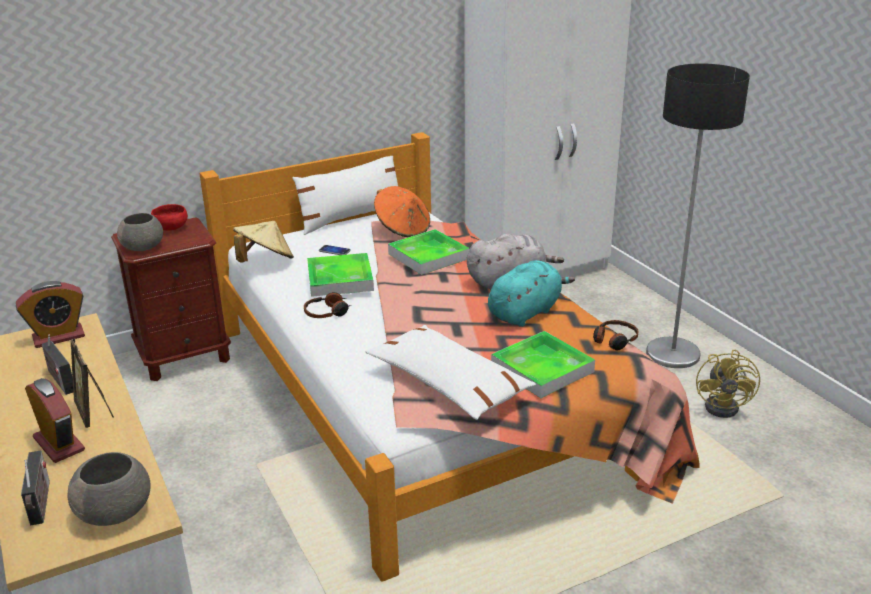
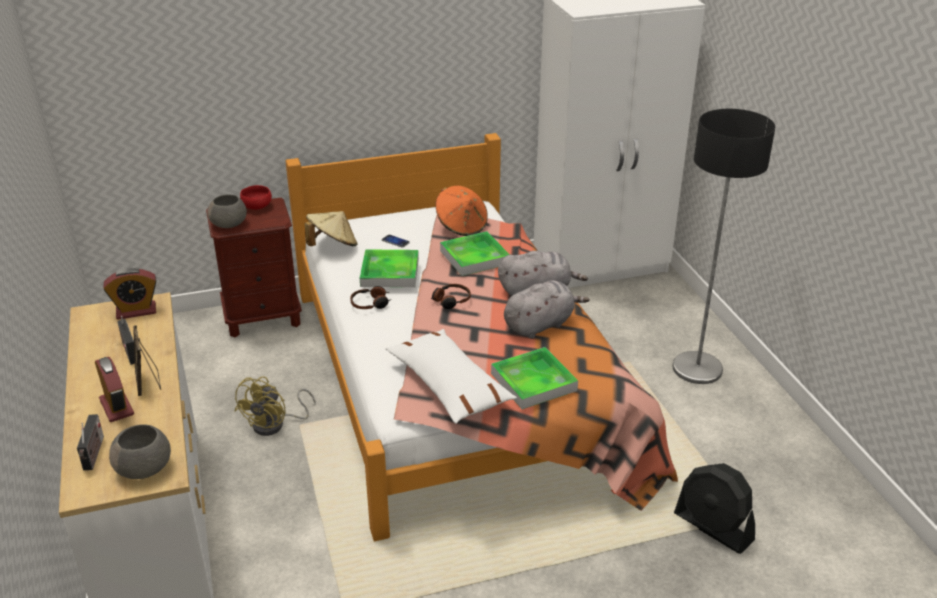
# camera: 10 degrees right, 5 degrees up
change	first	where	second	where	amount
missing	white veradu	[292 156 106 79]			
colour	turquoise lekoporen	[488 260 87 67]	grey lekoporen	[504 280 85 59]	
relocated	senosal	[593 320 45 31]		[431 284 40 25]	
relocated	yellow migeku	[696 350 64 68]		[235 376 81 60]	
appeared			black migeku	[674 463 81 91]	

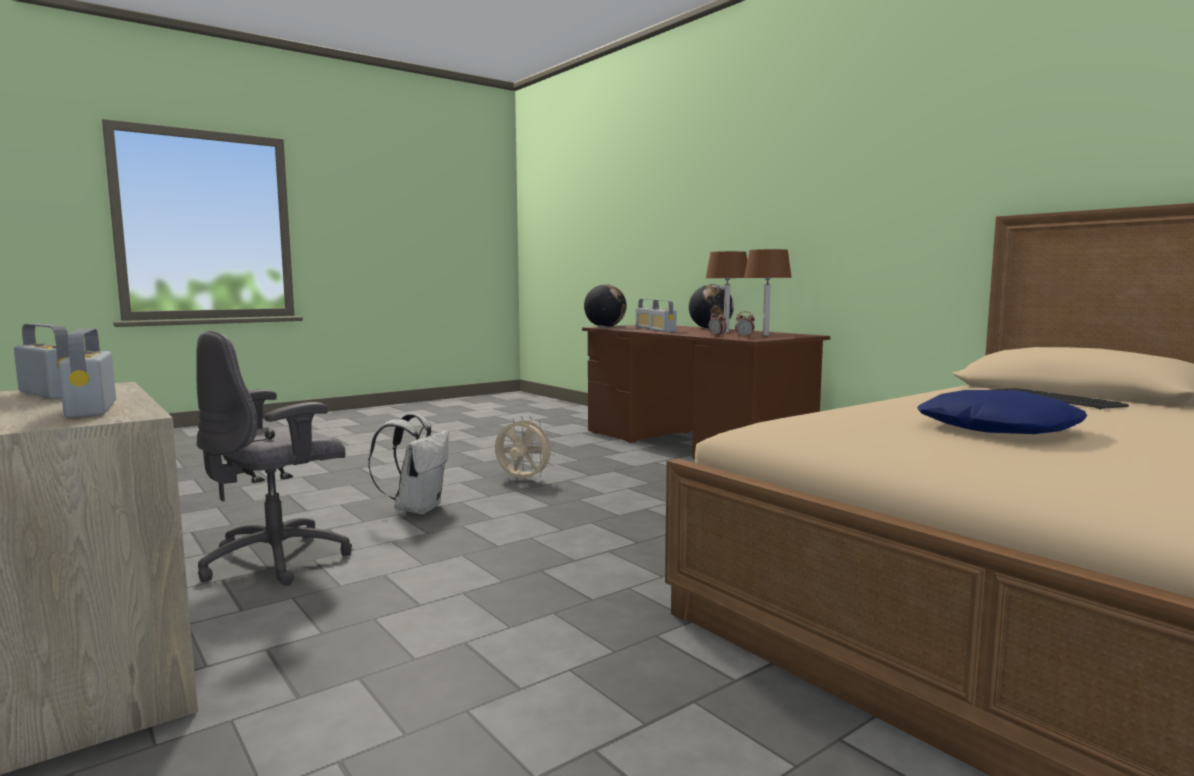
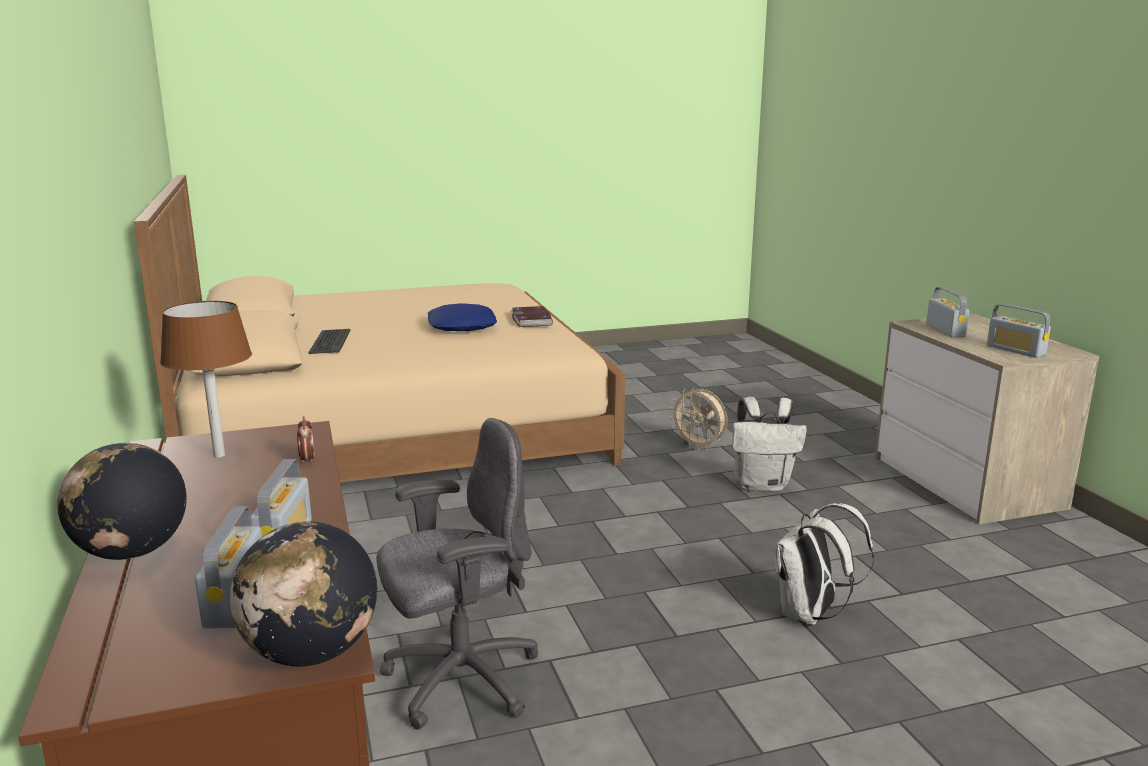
# camera: 160 degrees left, 10 degrees up
change	first	where	second	where	amount
missing	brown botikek	[706 251 41 82]			
missing	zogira	[735 311 20 27]			
relocated	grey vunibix	[196 331 156 255]		[376 418 162 312]	
relocated	beige migeku	[495 416 60 63]		[669 388 58 62]	
appeared			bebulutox	[511 306 42 21]	
appeared			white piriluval	[732 397 75 95]	

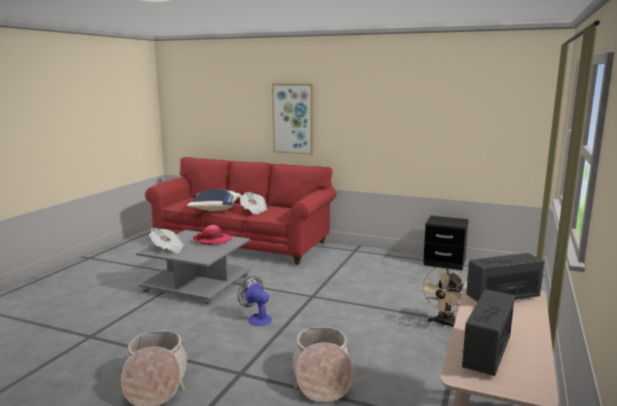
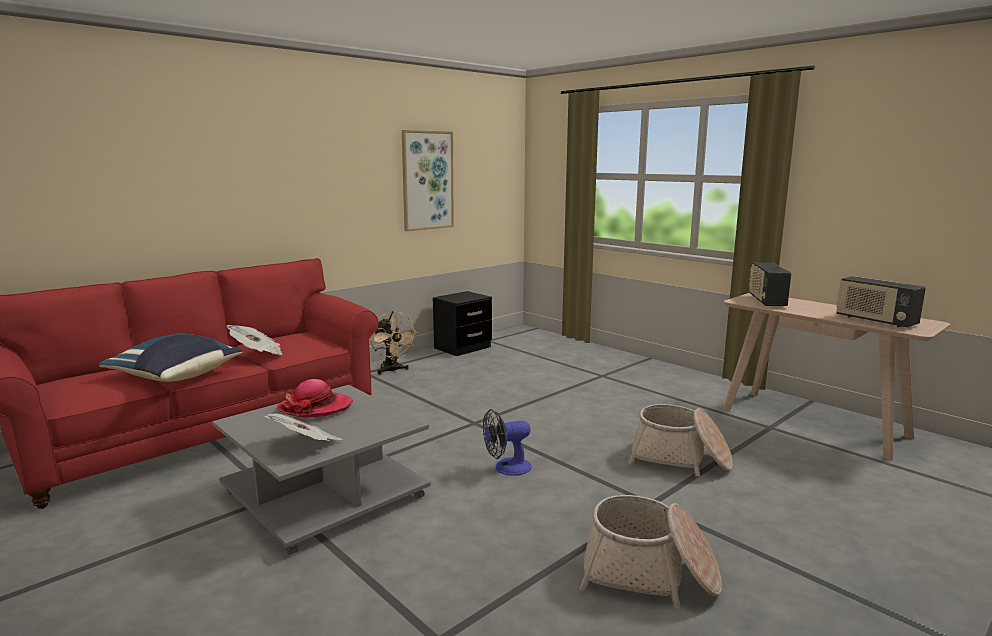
# camera: 65 degrees left, 0 degrees up
change	first	where	second	where	amount
relocated	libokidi	[272 83 41 72]		[402 130 52 101]	
relocated	beige migeku	[419 268 46 59]		[370 311 48 63]	

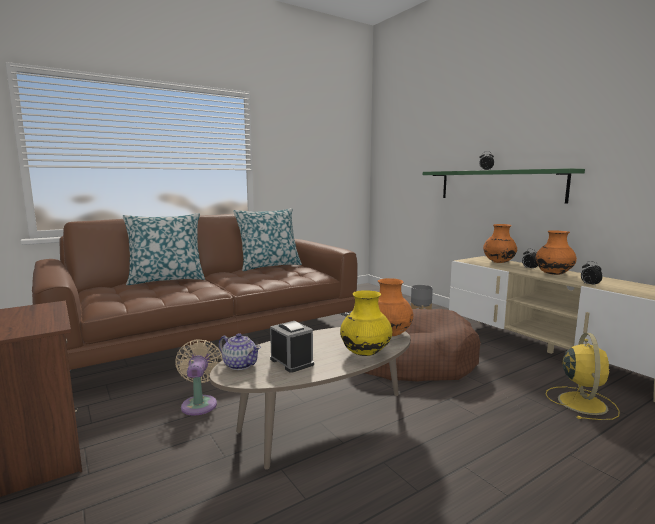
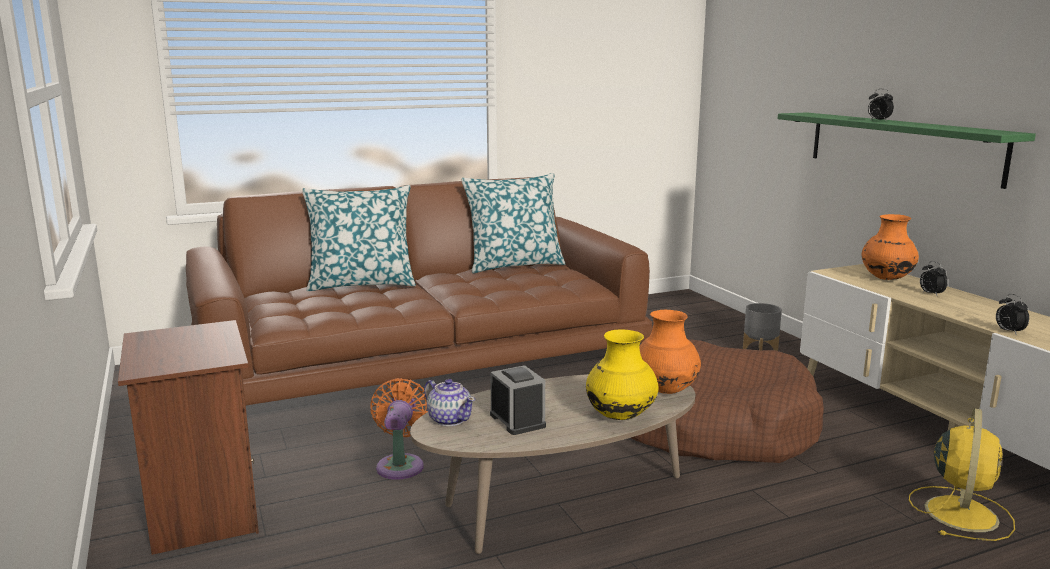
# camera: 10 degrees right, 5 degrees up
change	first	where	second	where	amount
missing	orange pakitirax	[536 230 41 45]			
colour	beige migeku	[176 339 47 76]	orange migeku	[371 378 57 102]	

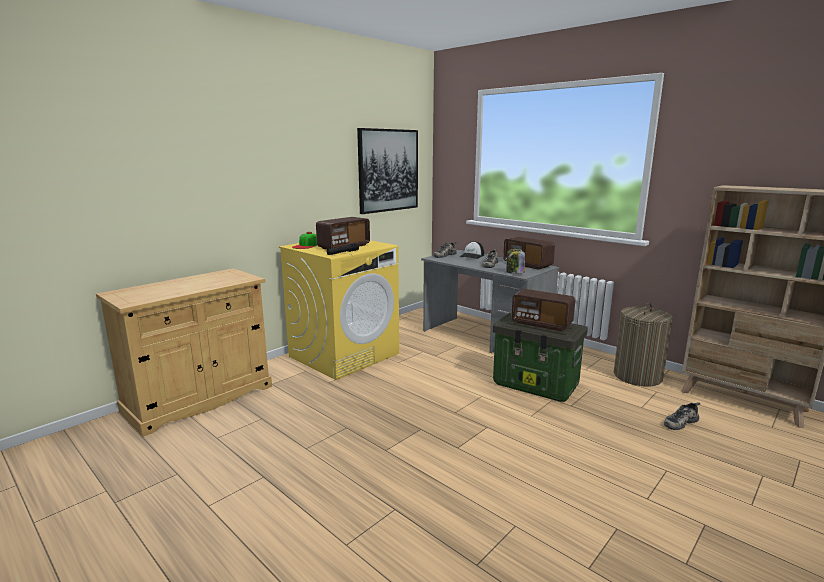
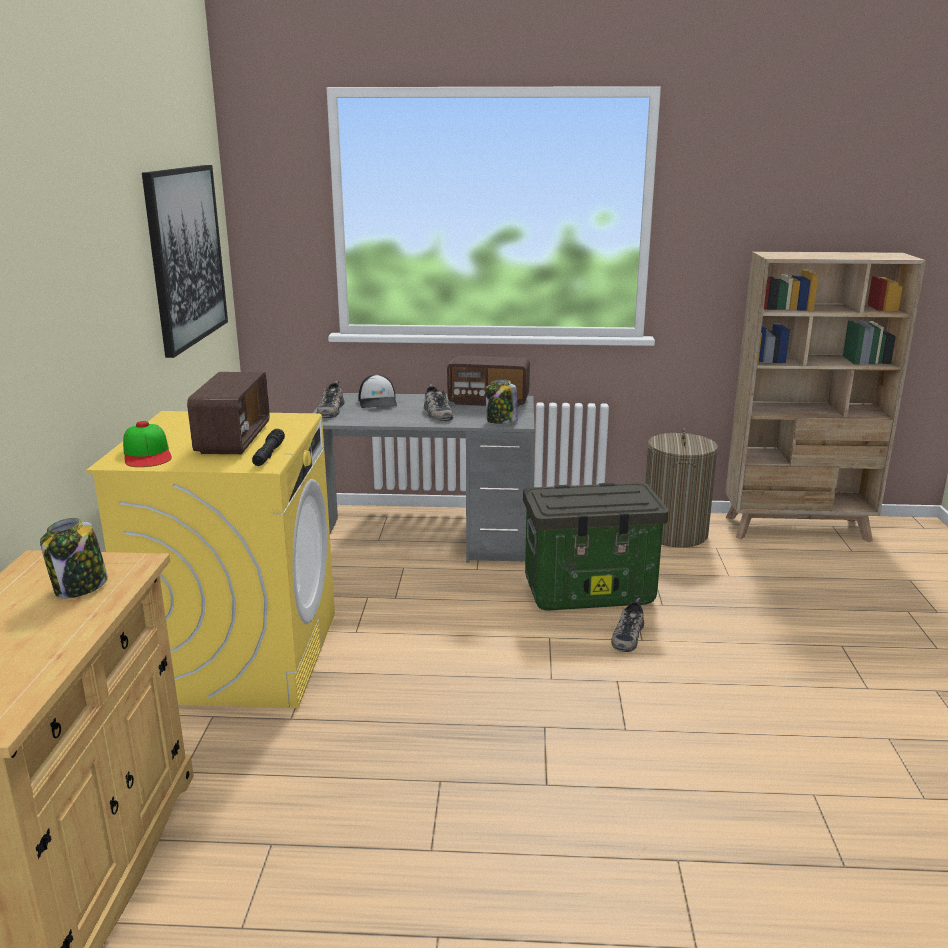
# camera: 40 degrees left, 5 degrees up
change	first	where	second	where	amount
missing	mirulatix	[511 289 64 42]			
relocated	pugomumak	[664 402 37 28]		[611 598 33 54]	
appeared			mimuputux	[40 518 68 80]	

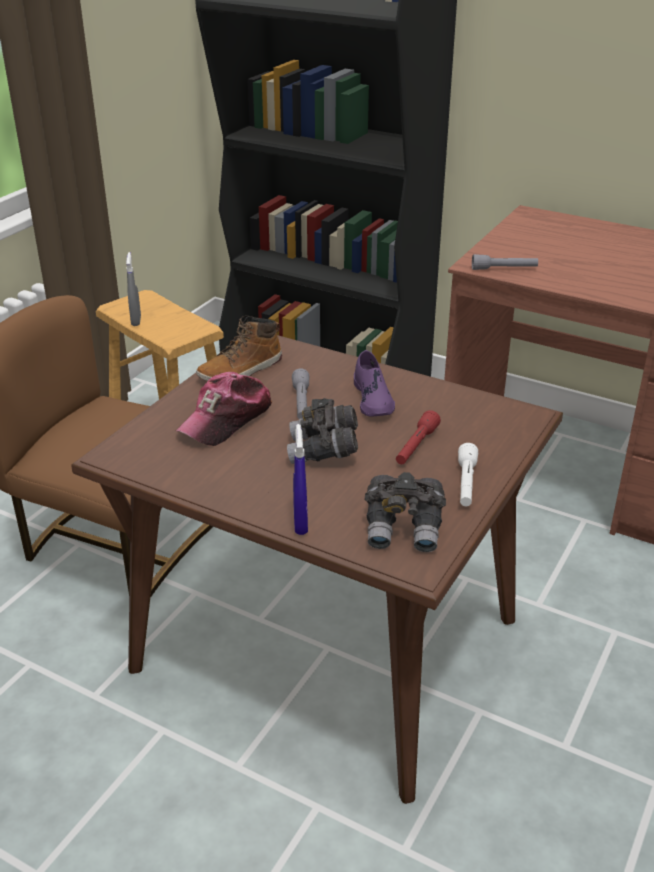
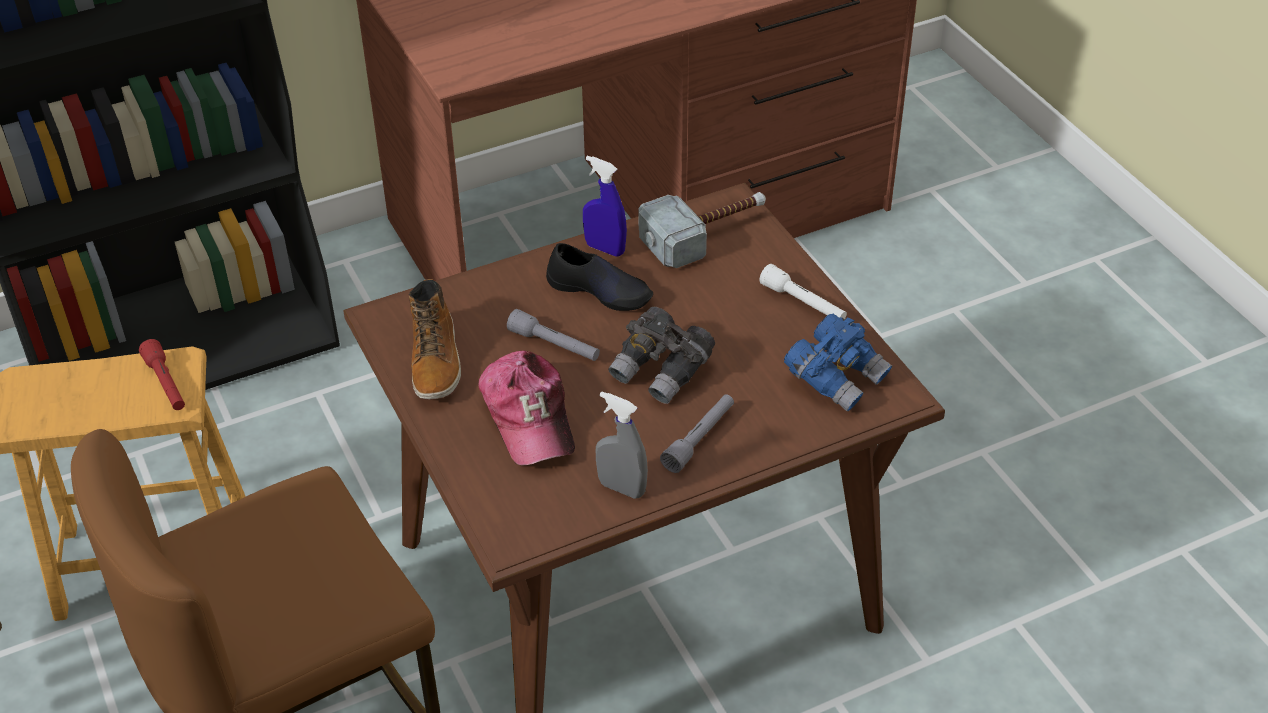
# camera: 55 degrees left, 10 degrees up
change	first	where	second	where	amount
relocated	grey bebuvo	[126 252 15 74]		[596 391 52 108]	
relocated	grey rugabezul	[472 254 66 16]		[660 394 74 79]	
colour	purple pugomumak	[354 350 41 67]	black pugomumak	[546 243 107 68]	
relocated	red rugabezul	[396 410 45 54]		[139 339 46 71]	
relocated	blue bebuvo	[293 424 15 111]		[583 155 44 101]	
colour	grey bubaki	[365 472 81 80]	blue bubaki	[784 313 108 99]	
appeared			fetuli	[638 192 128 76]	

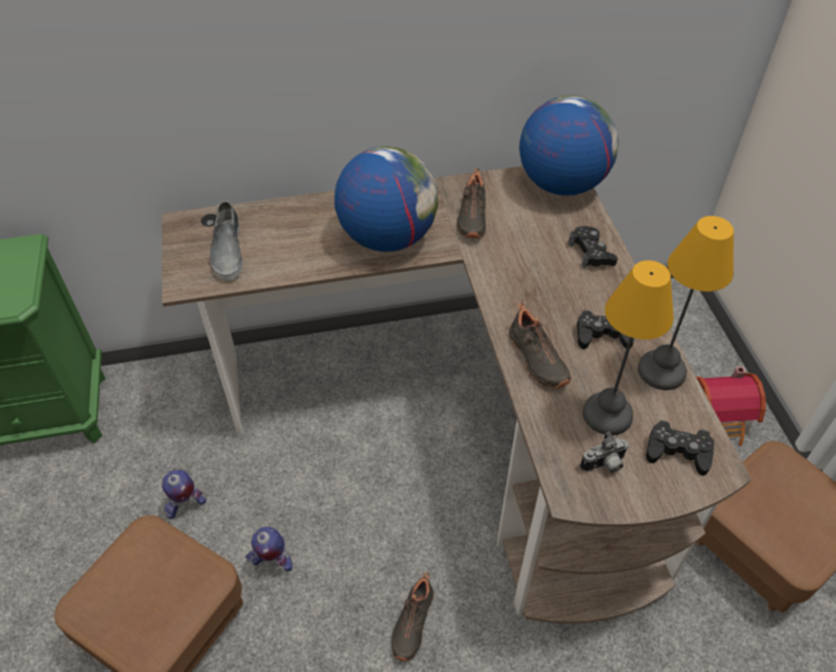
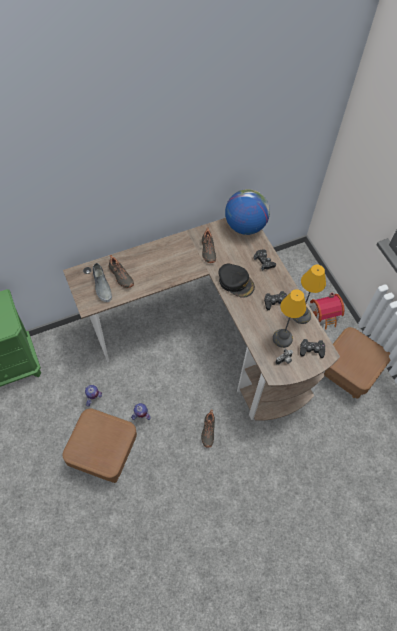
# camera: 15 degrees left, 10 degrees up
change	first	where	second	where	amount
missing	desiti	[334 146 104 106]			
relocated	black pugomumak	[509 303 61 85]		[108 255 26 33]	
appeared			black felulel	[219 264 36 34]	

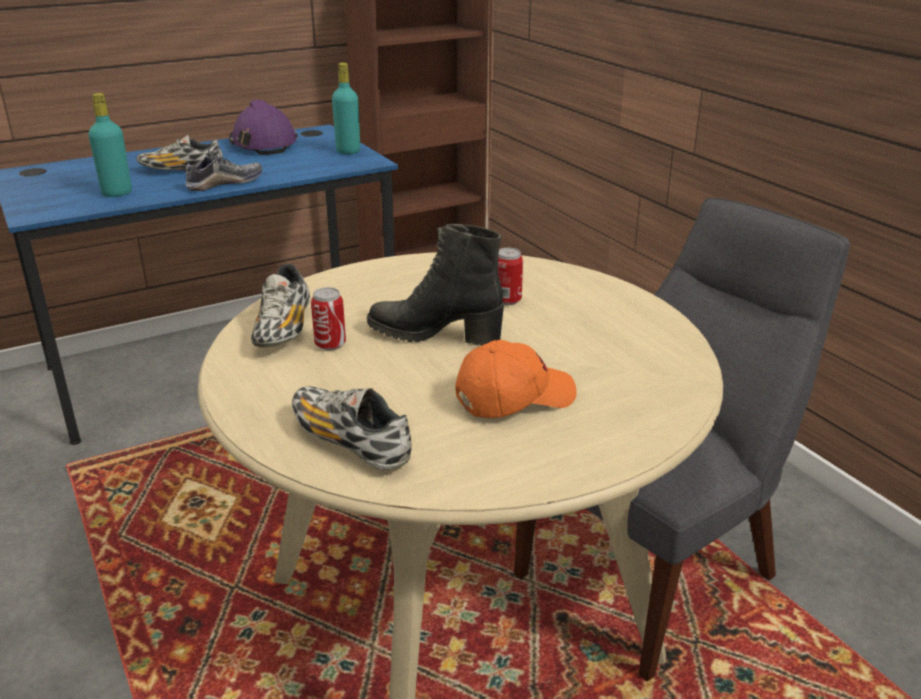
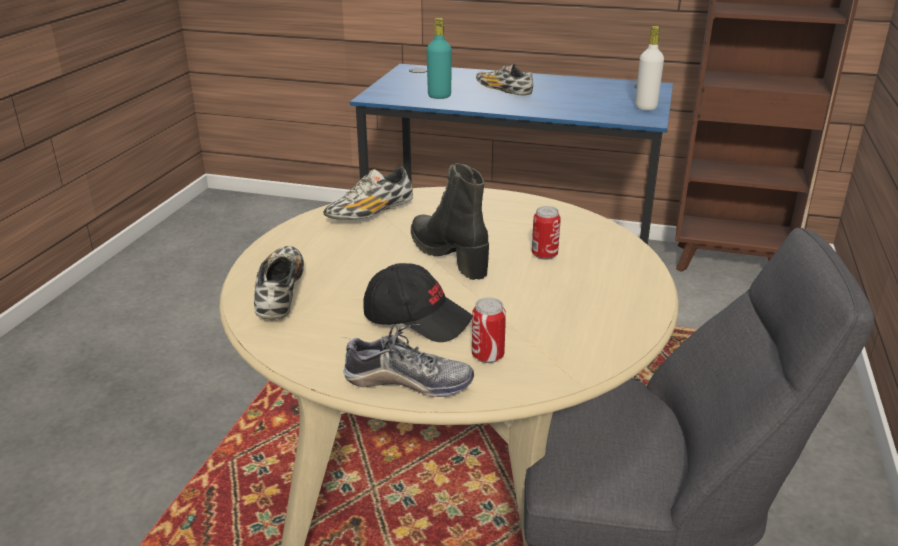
# camera: 45 degrees right, 0 degrees up
change	first	where	second	where	amount
colour	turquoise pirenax	[332 63 28 91]	white pirenax	[635 26 29 85]	
missing	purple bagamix	[229 100 69 55]			
relocated	pugomumak	[185 146 77 45]		[343 324 131 73]	
relocated	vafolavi	[311 287 35 64]		[472 297 34 66]	
colour	orange felulel	[455 339 122 79]	black felulel	[363 263 109 79]	

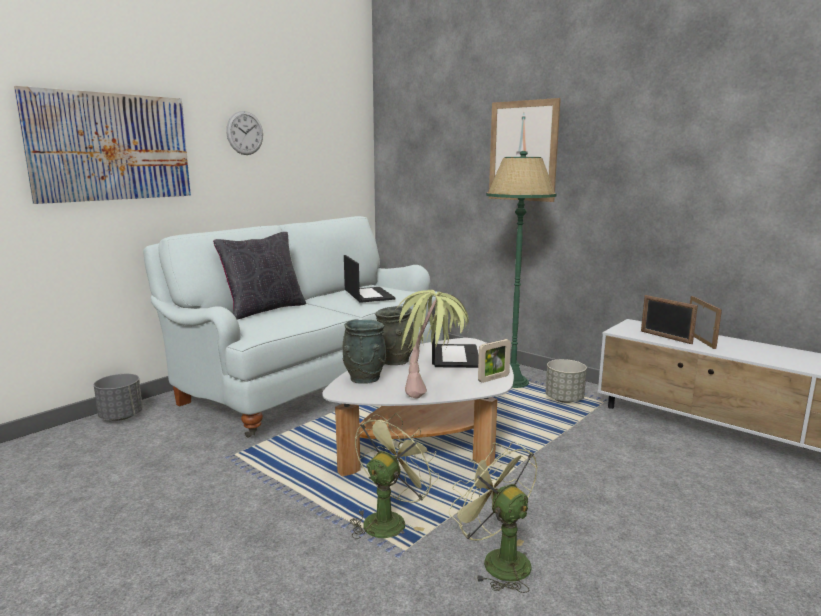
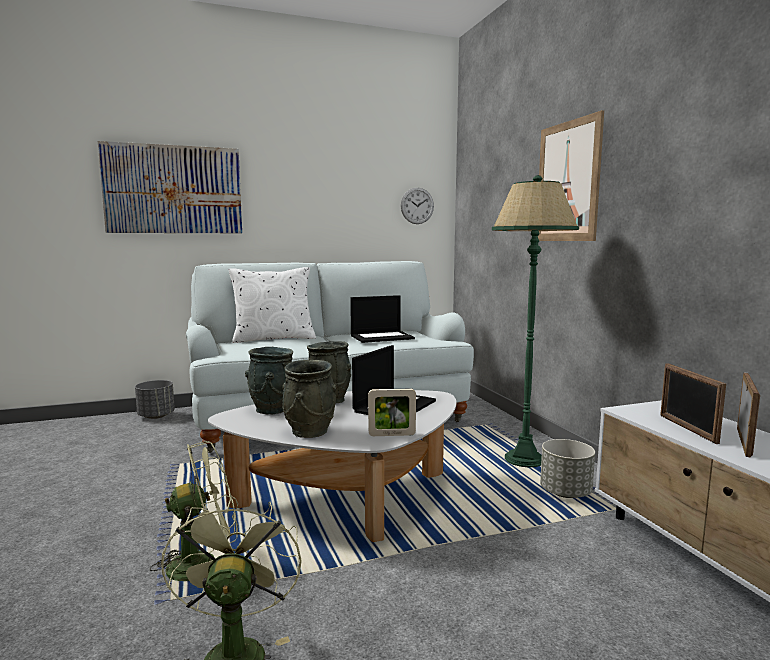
# camera: 30 degrees right, 5 degrees down
change	first	where	second	where	amount
relocated	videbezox	[226 111 37 44]		[401 187 33 37]	
colour	black veradu	[213 232 93 88]	white veradu	[229 267 87 76]	
spun	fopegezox	[344 255 51 48]		[350 295 65 48]	60 degrees clockwise
exchanged	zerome	[395 290 74 108]	grey pakitirax	[282 360 54 78]	

